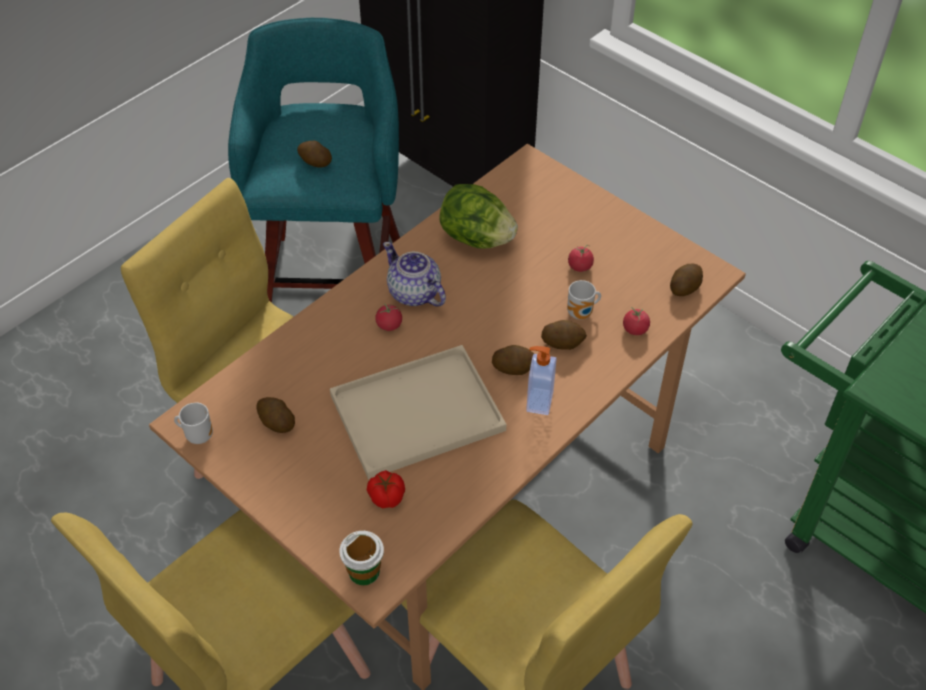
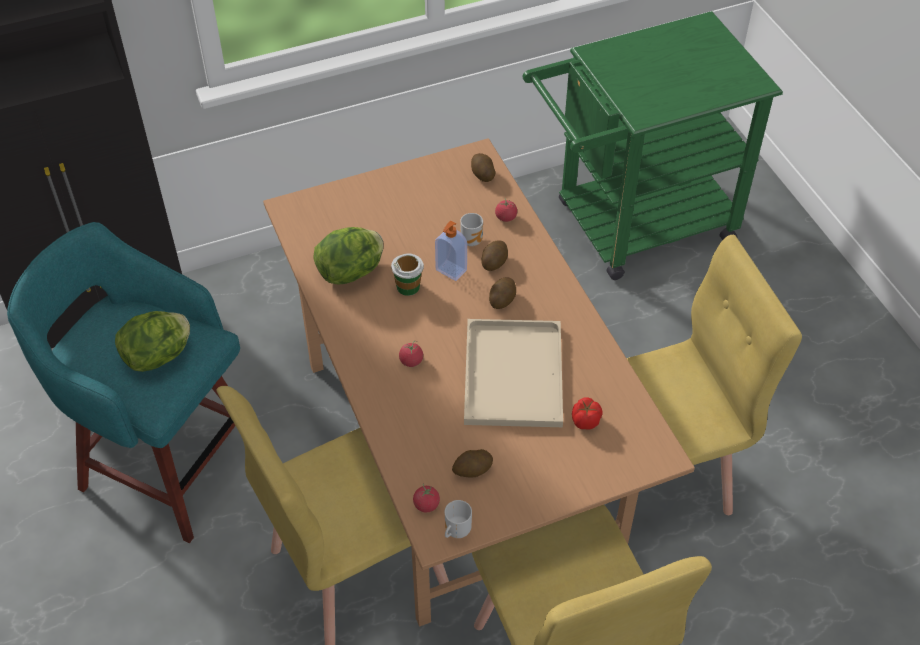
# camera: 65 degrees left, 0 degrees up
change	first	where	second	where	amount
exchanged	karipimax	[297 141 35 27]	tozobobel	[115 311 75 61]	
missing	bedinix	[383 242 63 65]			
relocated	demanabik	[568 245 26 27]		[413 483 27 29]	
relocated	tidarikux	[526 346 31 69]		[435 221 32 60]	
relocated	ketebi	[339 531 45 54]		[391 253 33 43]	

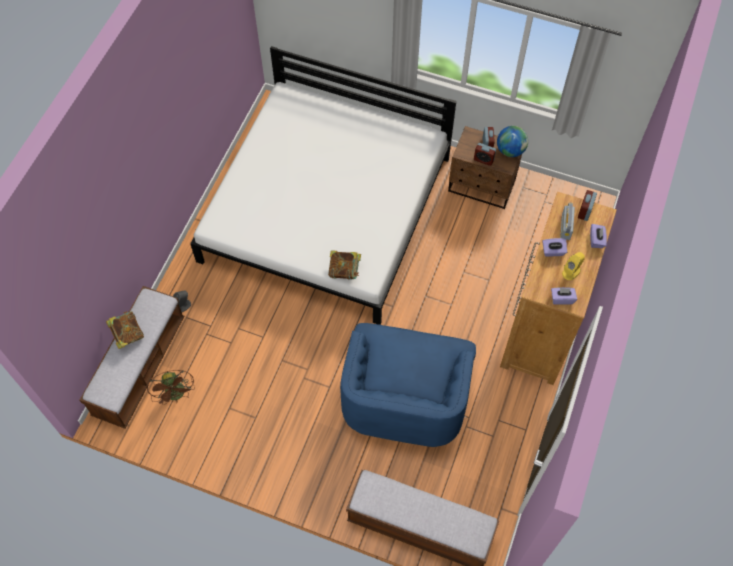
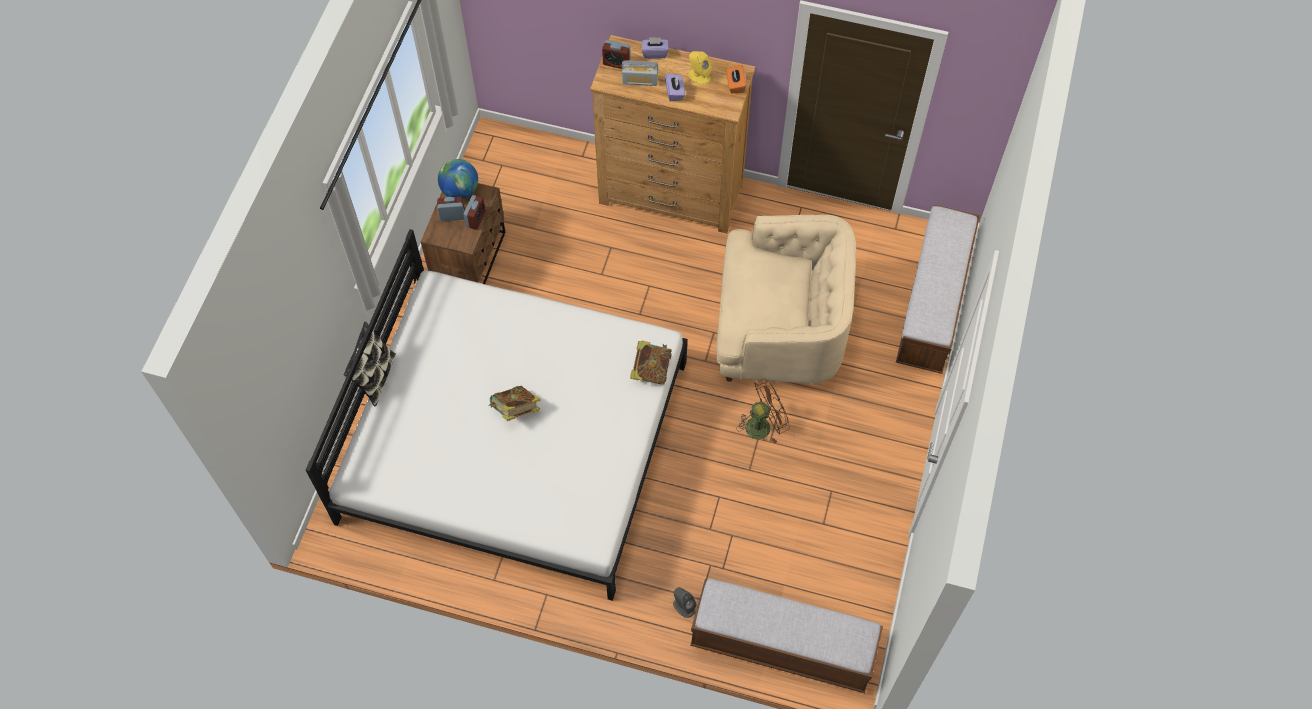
# camera: 95 degrees left, 0 degrees up
change	first	where	second	where	amount
colour	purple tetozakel	[551 287 26 18]	orange tetozakel	[727 65 19 28]	
relocated	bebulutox	[106 311 38 38]		[489 386 52 35]	
colour	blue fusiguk	[340 323 136 124]	beige fusiguk	[716 215 140 169]	
relocated	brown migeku	[147 370 48 35]		[737 378 53 66]	
appeared			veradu	[344 321 52 85]	

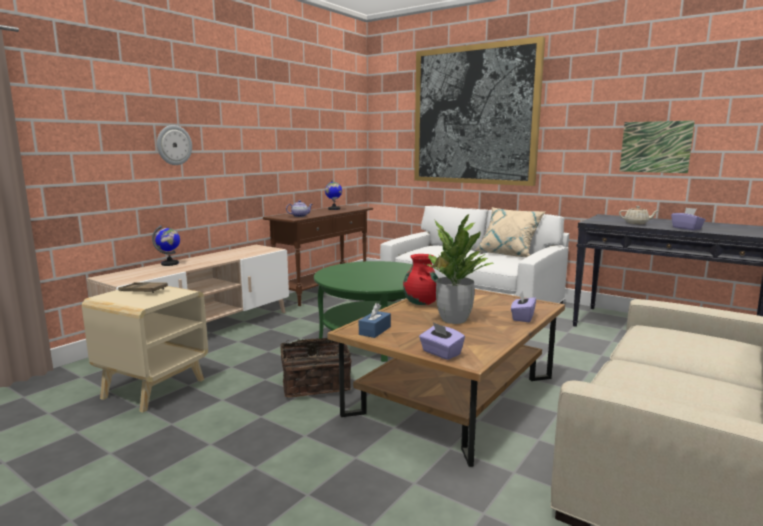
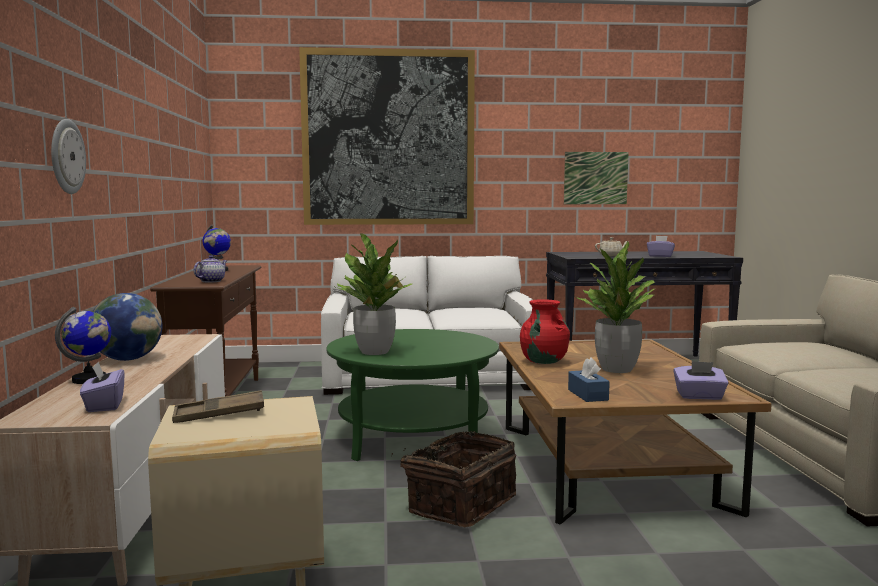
# camera: 40 degrees left, 5 degrees down
change	first	where	second	where	amount
missing	beige veradu	[474 207 72 50]			
relocated	purple tetozakel	[511 291 25 31]		[80 362 45 50]	
appeared			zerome	[333 233 79 122]	
appeared			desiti	[93 293 69 68]	

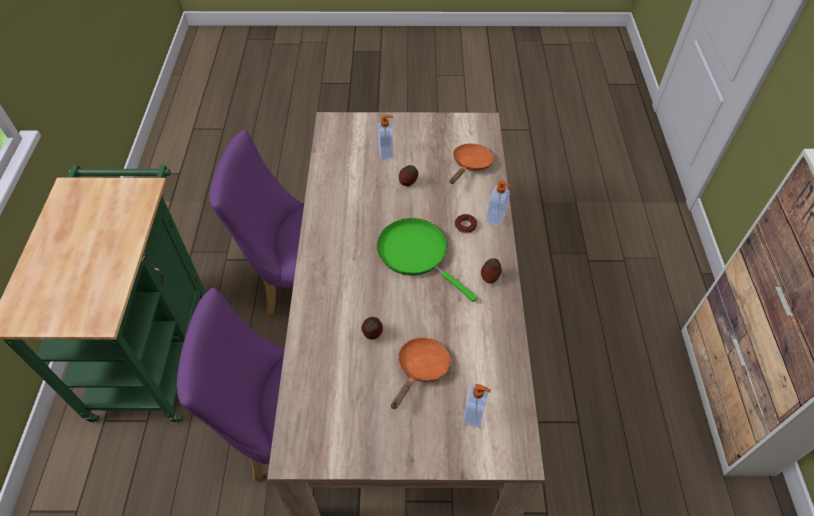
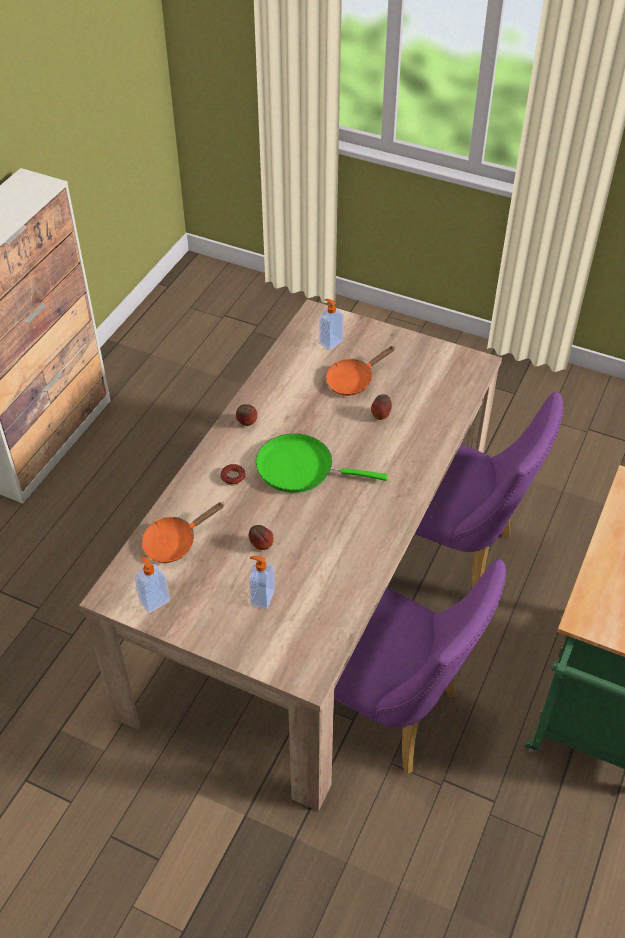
# camera: 155 degrees left, 5 degrees down
change	first	where	second	where	amount
relocated	tidarikux	[486 180 25 47]		[135 556 35 57]	
spun	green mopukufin	[377 218 100 84]		[256 433 132 60]	120 degrees clockwise

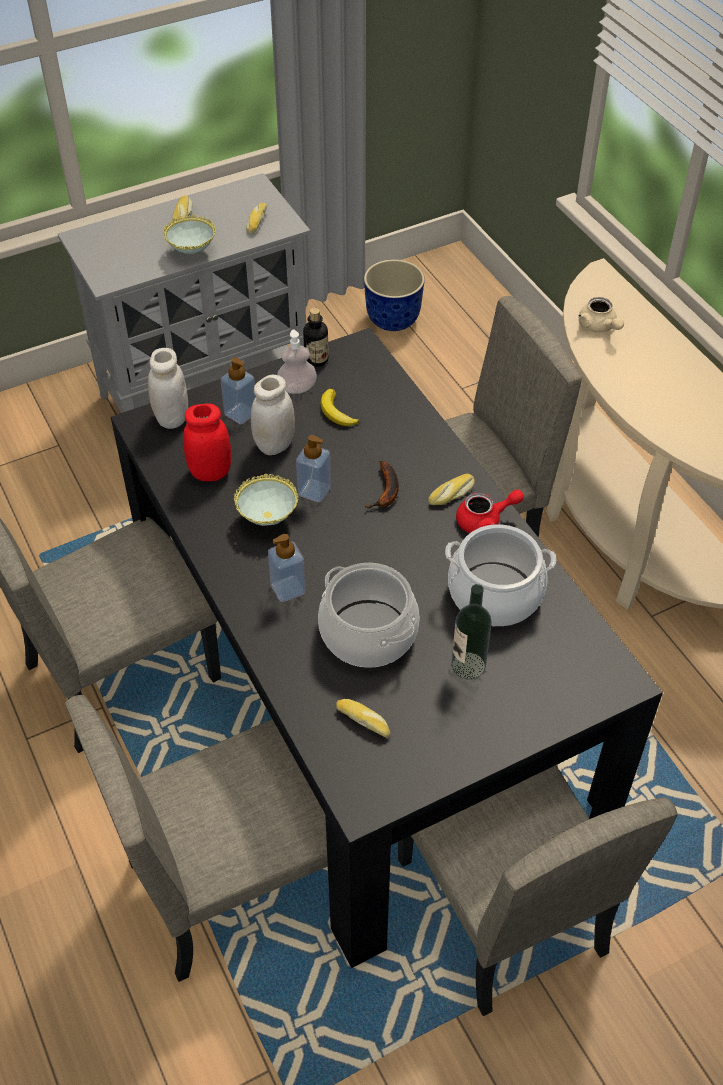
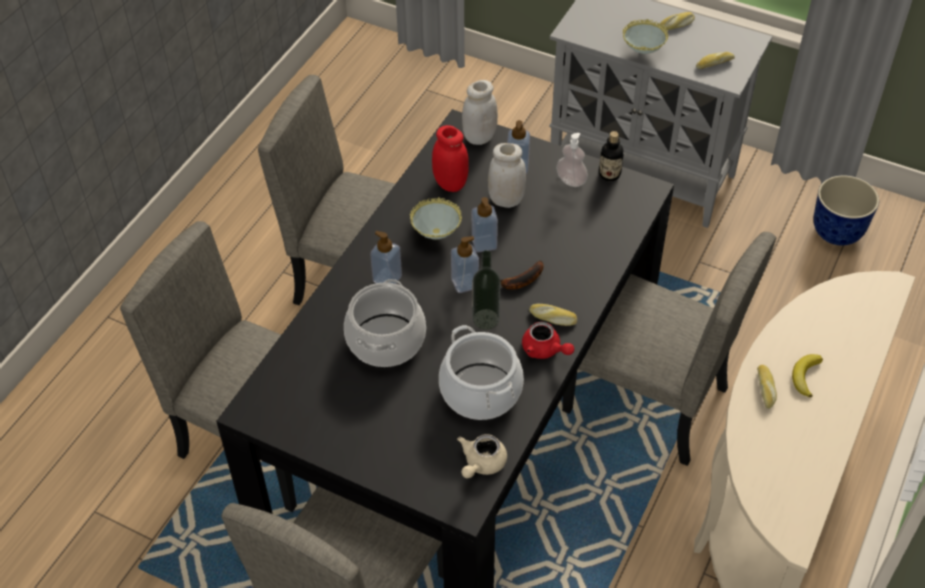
# camera: 55 degrees right, 0 degrees up
change	first	where	second	where	amount
relocated	beige bedinix	[578 297 46 36]		[457 434 50 44]	
relocated	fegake	[321 389 38 37]		[792 354 31 43]	
relocated	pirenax	[452 584 40 95]		[472 250 28 80]	
relocated	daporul	[336 699 54 39]		[757 365 20 44]	
appeared			tidarikux	[451 236 28 57]	

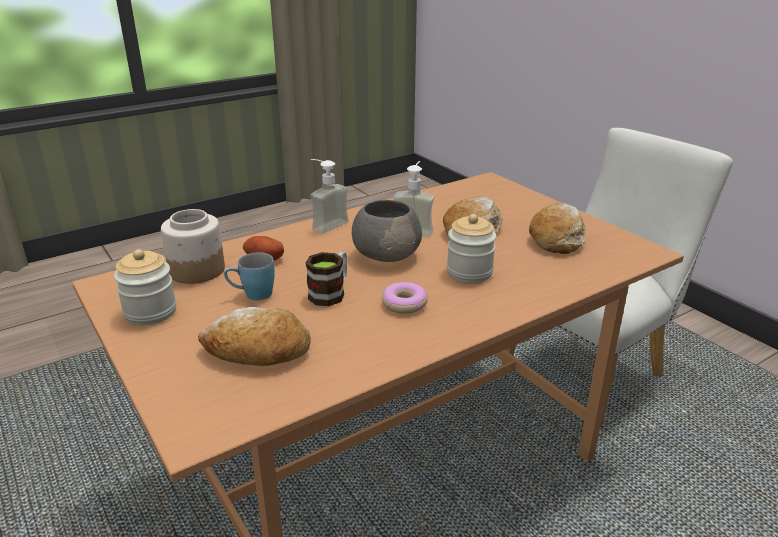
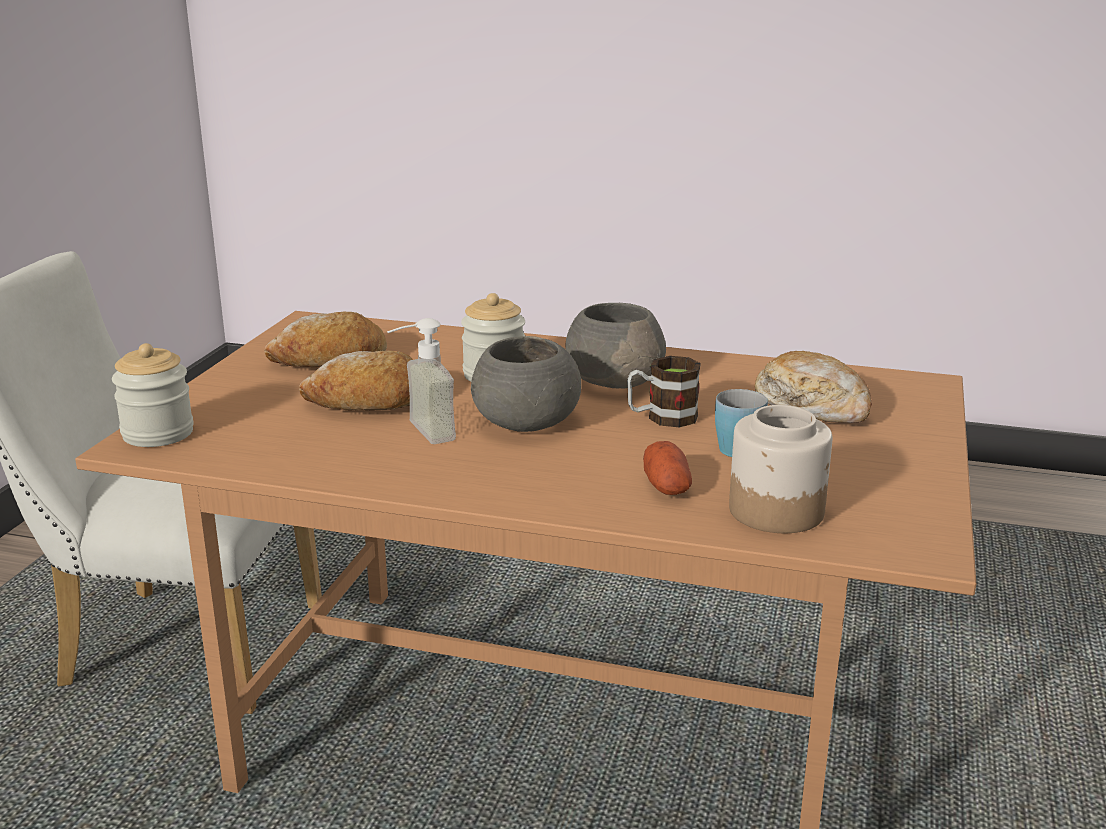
# camera: 130 degrees left, 5 degrees down
change	first	where	second	where	amount
missing	tidarikux	[310 159 39 75]			
relocated	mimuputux	[114 249 62 76]		[112 343 82 104]	
exchanged	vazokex	[382 282 46 32]	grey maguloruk	[565 303 101 86]	

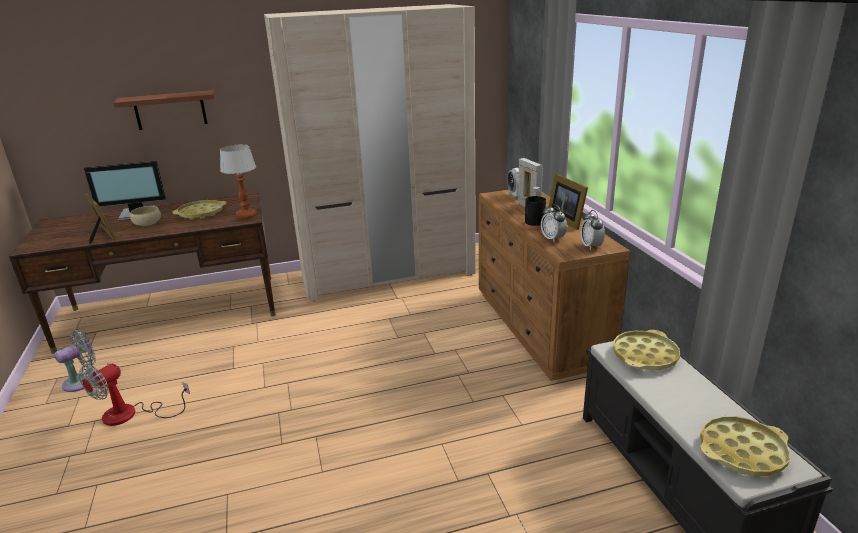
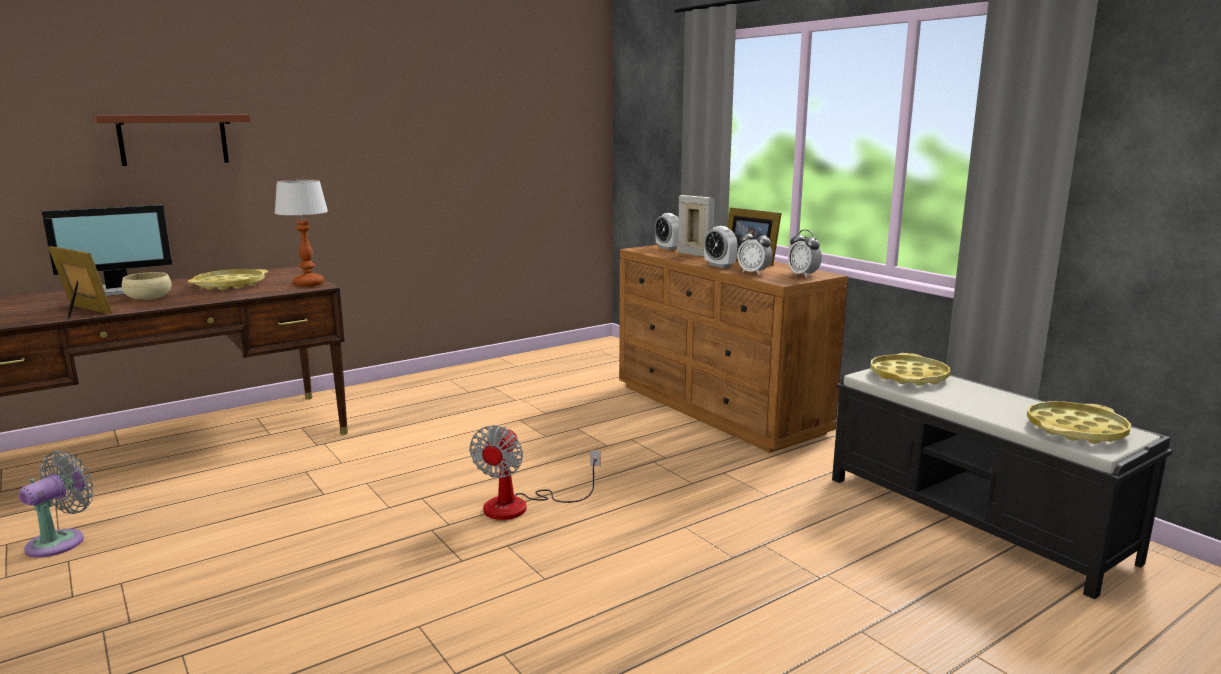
# camera: 20 degrees left, 10 degrees down
change	first	where	second	where	amount
missing	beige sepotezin	[264 4 212 298]			
exchanged	black pirenax	[524 187 22 43]	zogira	[704 226 34 42]	
relocated	migeku	[79 363 111 63]		[469 425 132 95]	

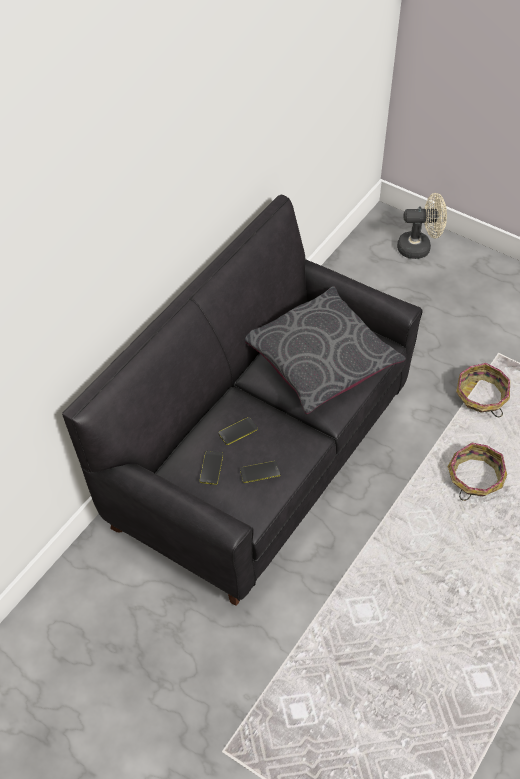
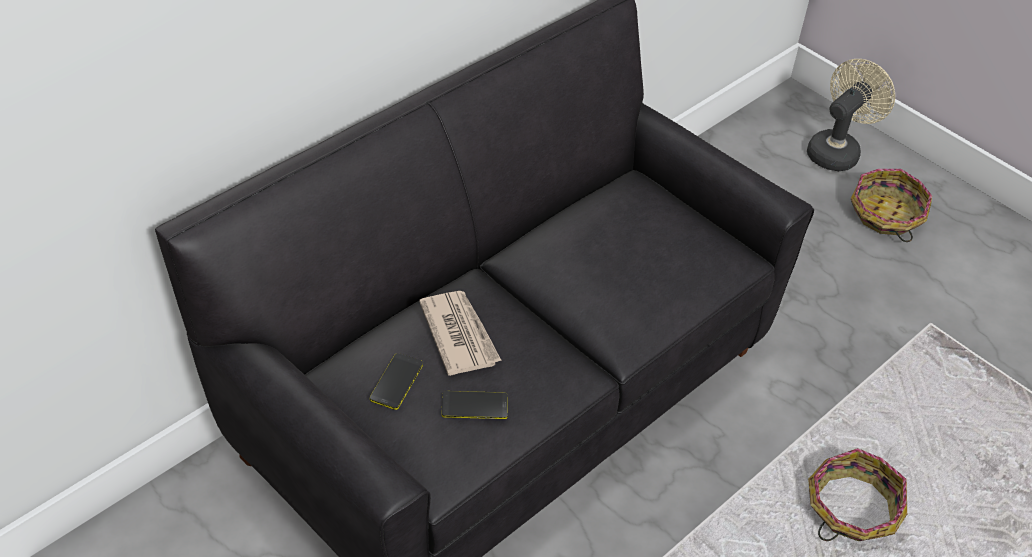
# camera: 10 degrees right, 5 degrees down
change	first	where	second	where	amount
spun	beige migeku	[397 193 50 66]		[807 59 88 112]	60 degrees counterclockwise
missing	grey veradu	[245 286 161 128]			
relocated	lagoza	[456 363 54 54]		[851 169 81 73]	
exchanged	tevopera	[219 417 39 28]	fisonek	[419 291 83 85]	

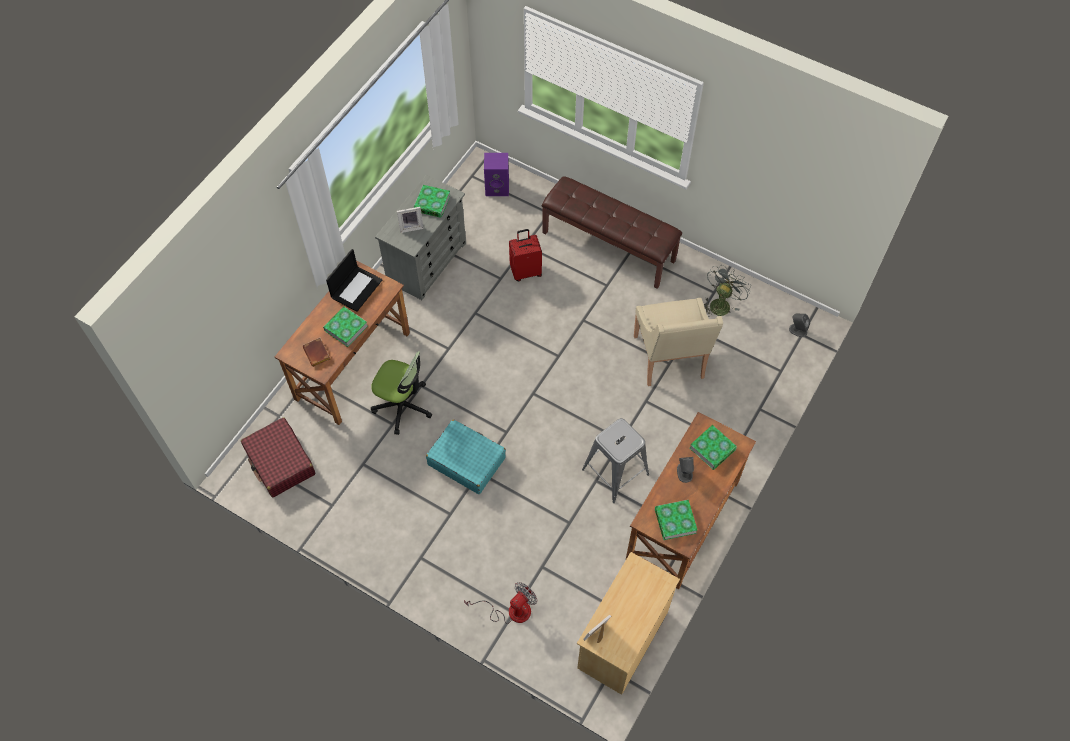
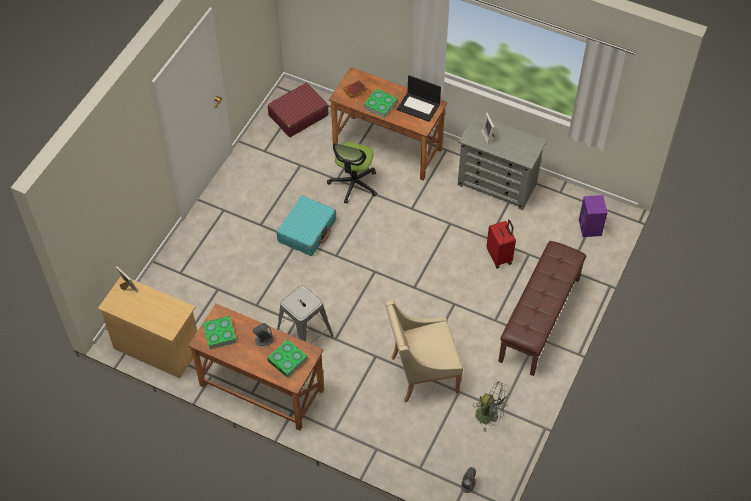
# camera: 85 degrees right, 5 degrees down
change	first	where	second	where	amount
missing	bebulutox	[414 185 36 33]			
missing	migeku	[464 582 73 42]			

